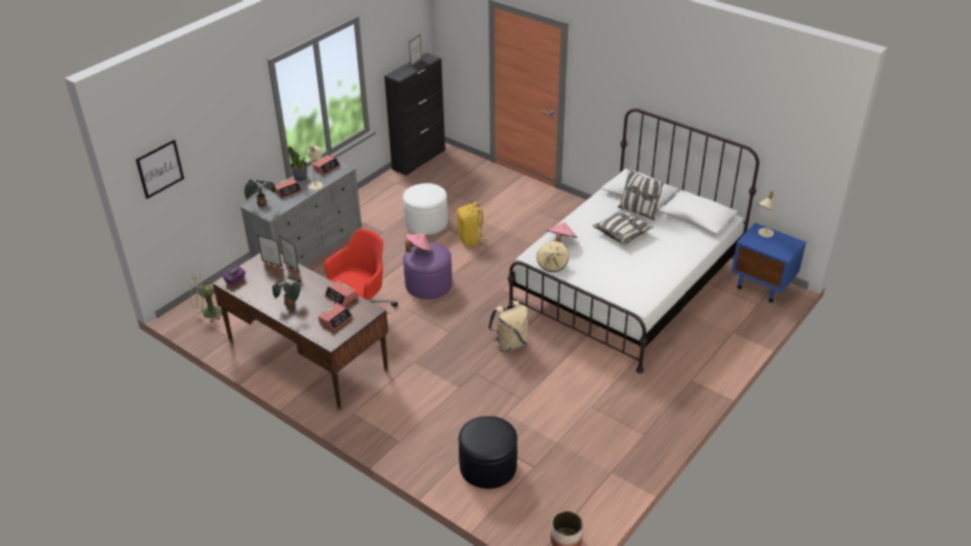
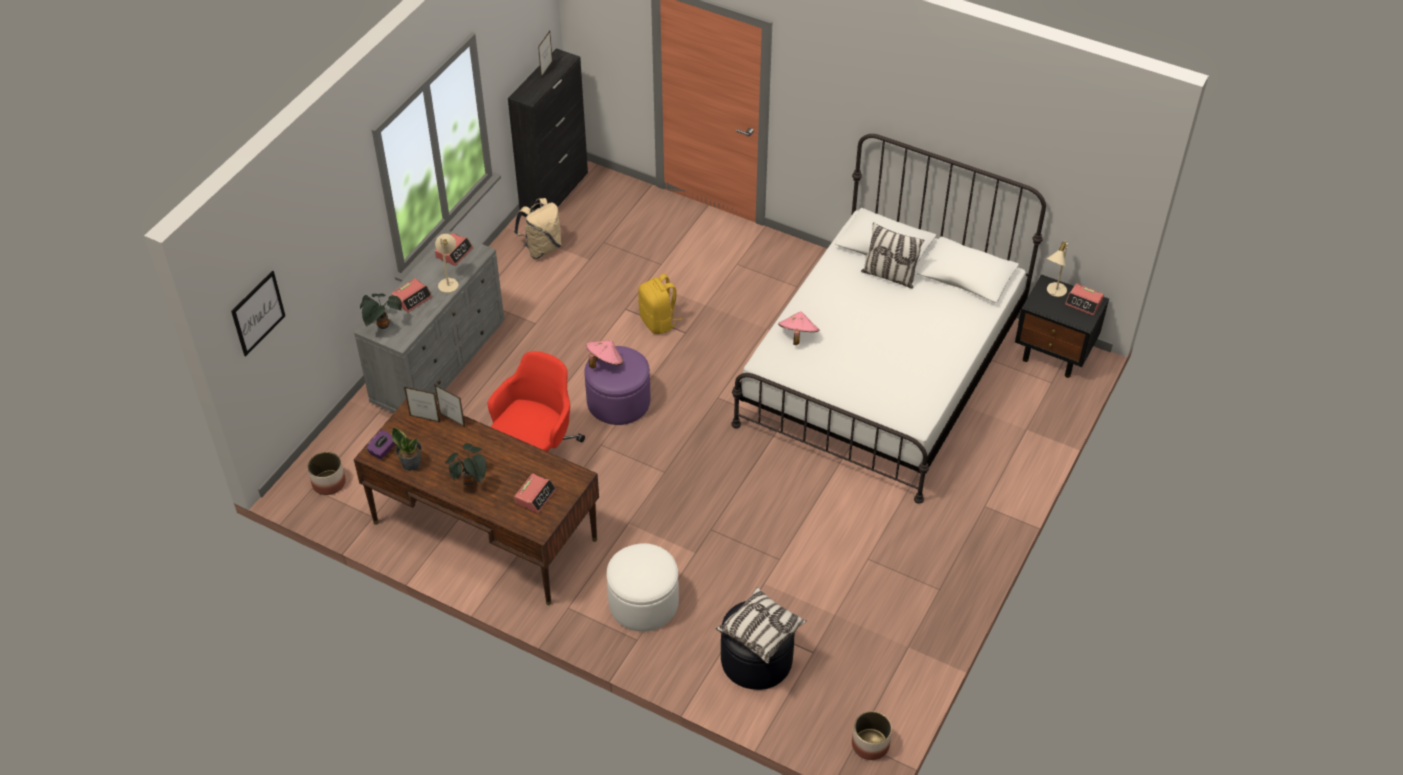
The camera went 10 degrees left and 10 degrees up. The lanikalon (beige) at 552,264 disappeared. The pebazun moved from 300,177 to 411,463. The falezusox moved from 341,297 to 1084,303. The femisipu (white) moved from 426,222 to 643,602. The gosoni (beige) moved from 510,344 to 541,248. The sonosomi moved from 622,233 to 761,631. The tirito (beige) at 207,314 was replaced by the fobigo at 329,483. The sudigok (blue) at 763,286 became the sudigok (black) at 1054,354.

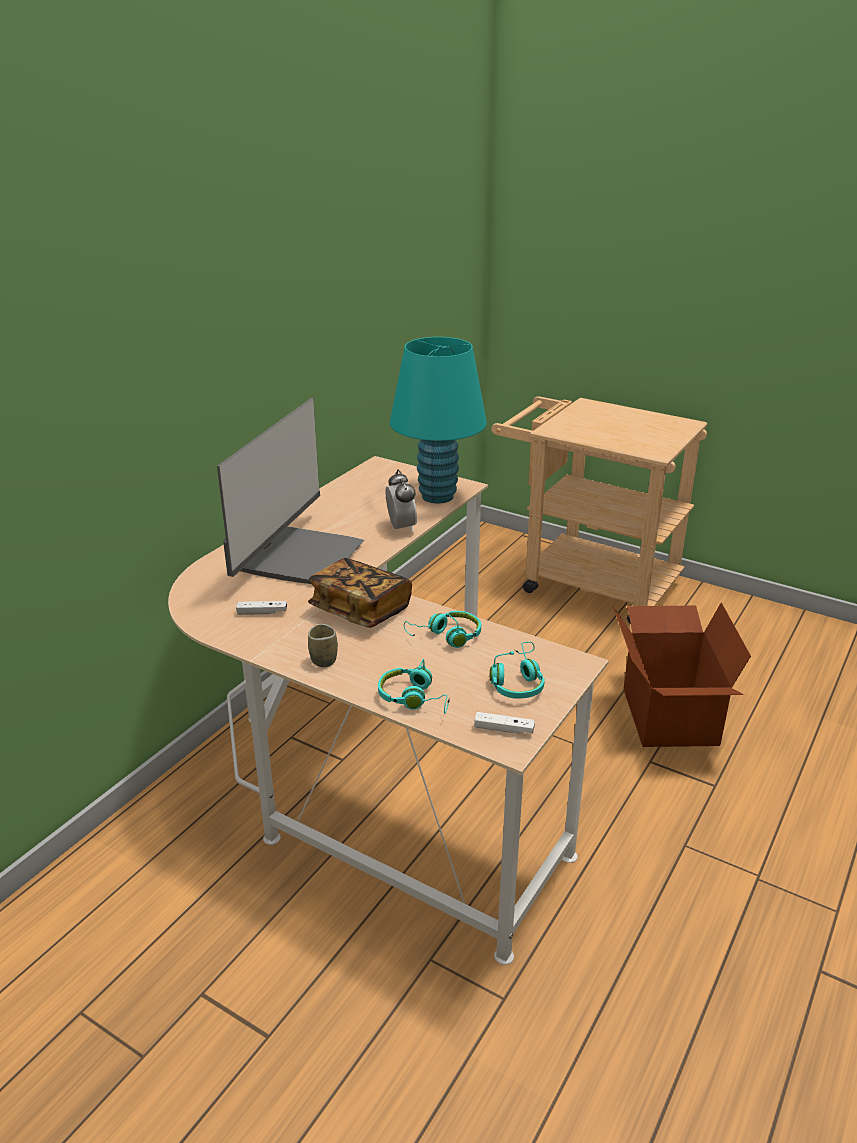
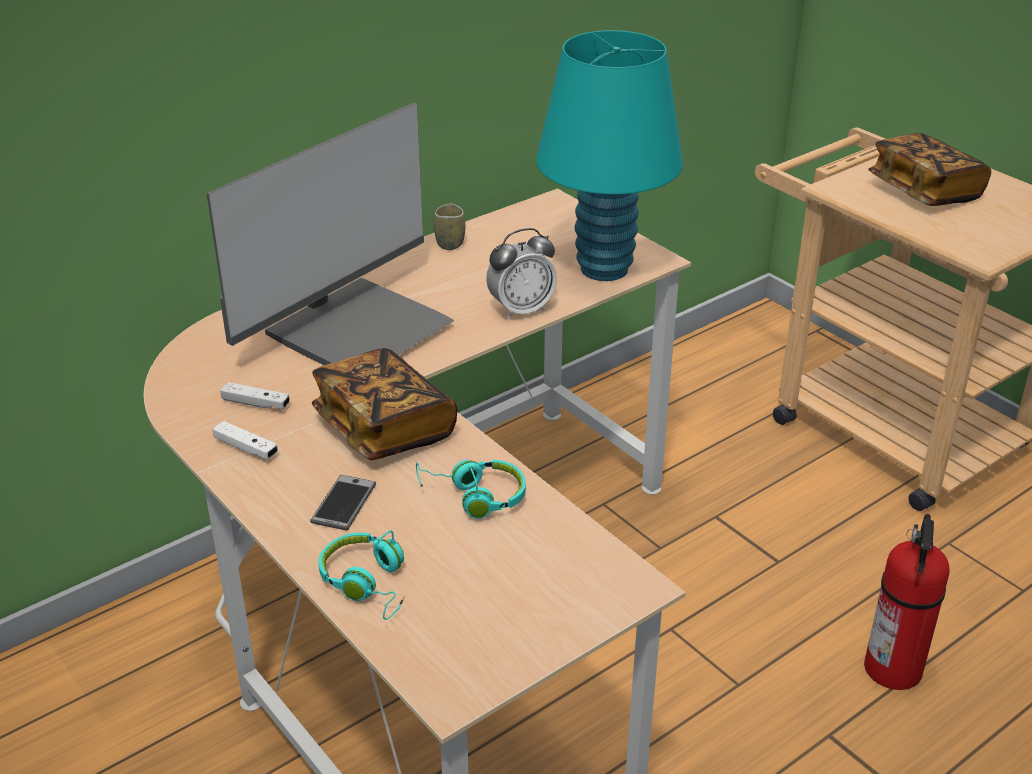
The camera went 20 degrees right and 5 degrees up. The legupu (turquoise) at 517,681 disappeared. The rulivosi at 343,503 appeared. The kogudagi at 924,191 appeared. The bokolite moved from 323,660 to 450,244. The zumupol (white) moved from 504,729 to 246,448. The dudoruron at 667,716 was replaced by the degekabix at 894,670. The falezusox at 401,527 turned 60 degrees clockwise.

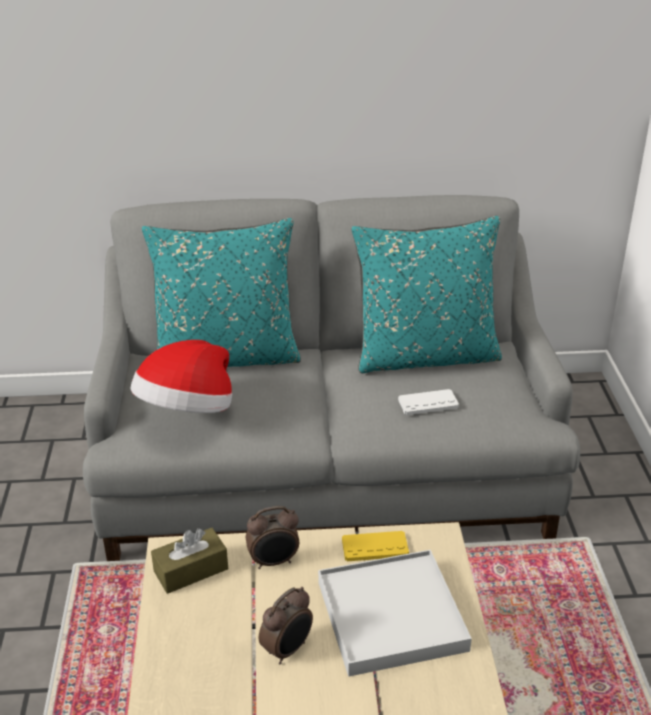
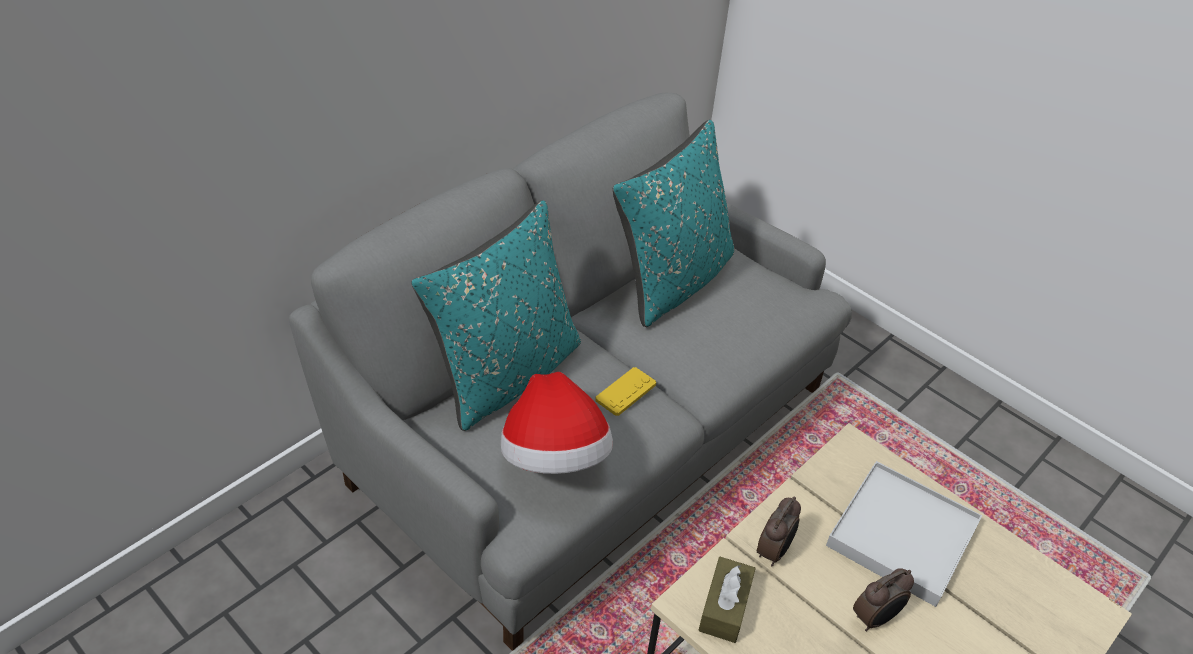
The camera went 45 degrees left and 10 degrees up. The zumupol (white) at 428,403 disappeared. The zumupol (yellow) moved from 375,547 to 625,392. The falezusox at 288,650 turned 60 degrees clockwise.

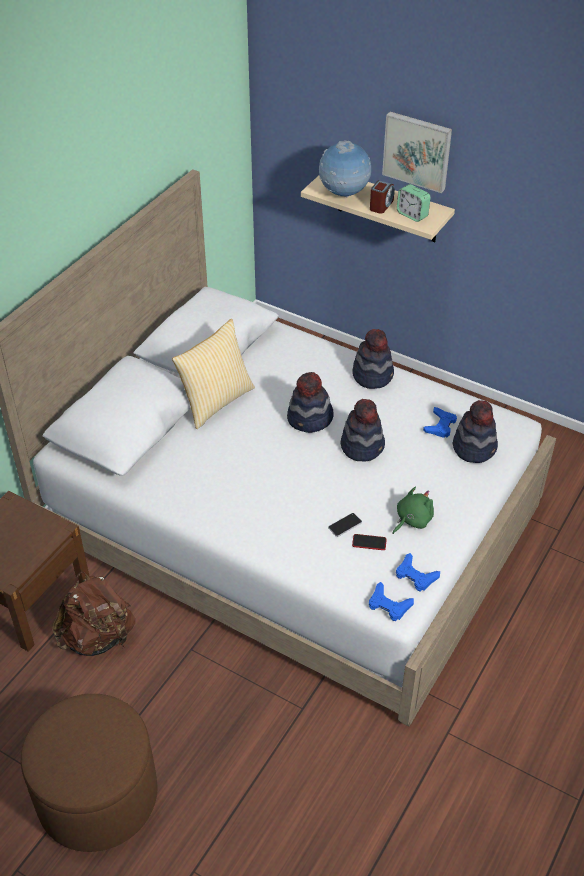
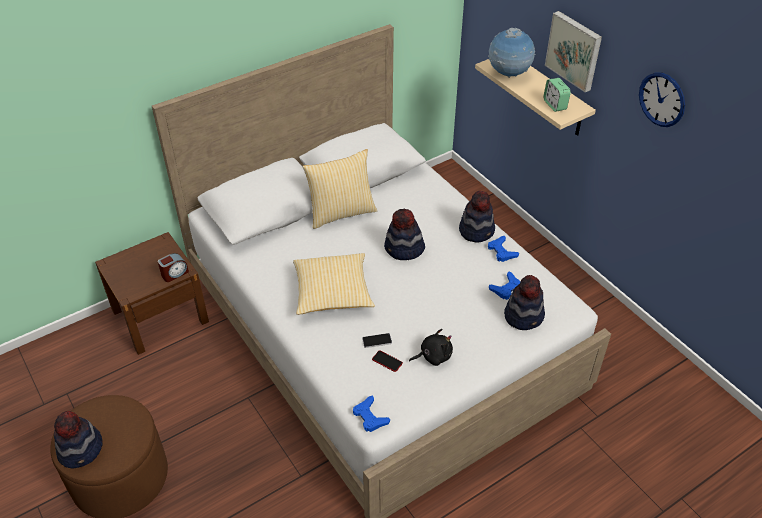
The camera went 25 degrees right and 0 degrees up. The gosoni (brown) at 98,638 disappeared. The sonosomi at 332,293 appeared. The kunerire at 662,99 appeared. The lanikalon moved from 362,446 to 81,450. The falezusox moved from 381,205 to 174,274. The zumupol (blue) moved from 415,576 to 501,251. The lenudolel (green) at 412,520 became the lenudolel (black) at 433,356.

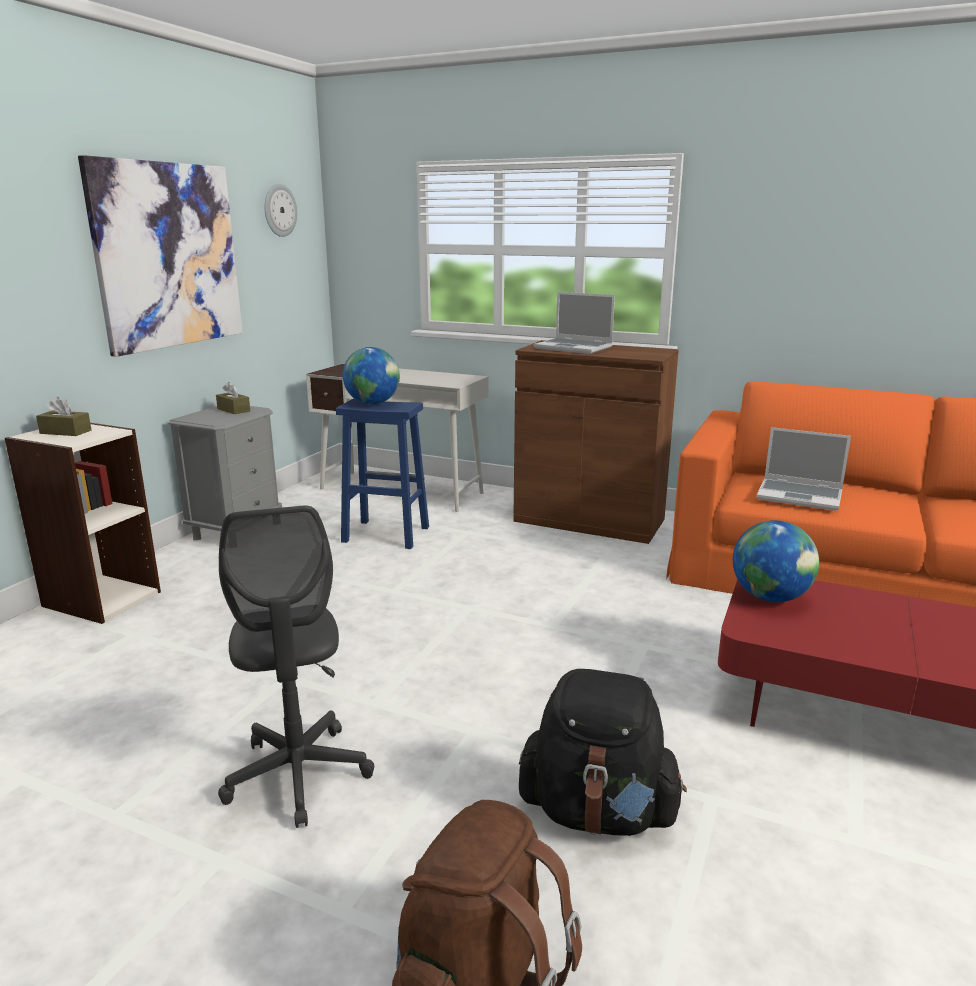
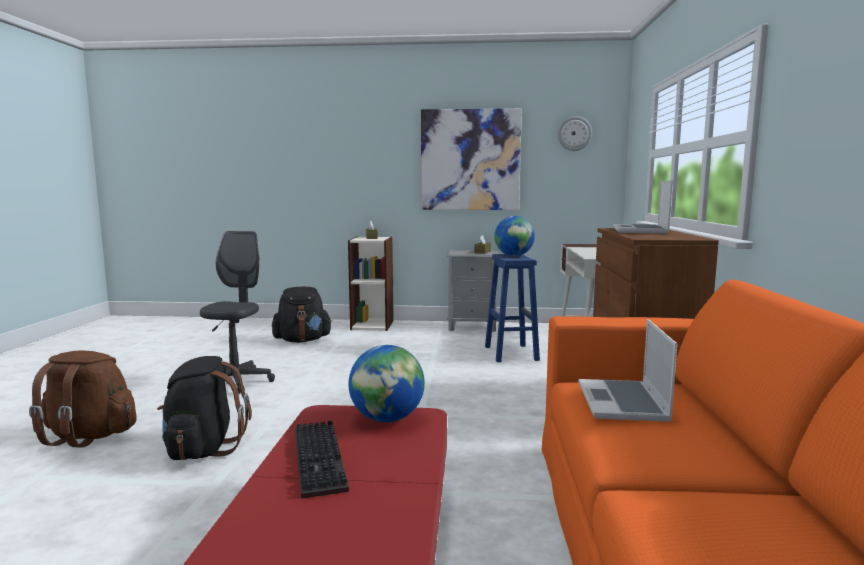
The camera went 70 degrees right and 10 degrees down. The gosoni (black) at 302,340 appeared. The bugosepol at 322,460 appeared. The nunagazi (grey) at 298,775 turned 135 degrees clockwise.

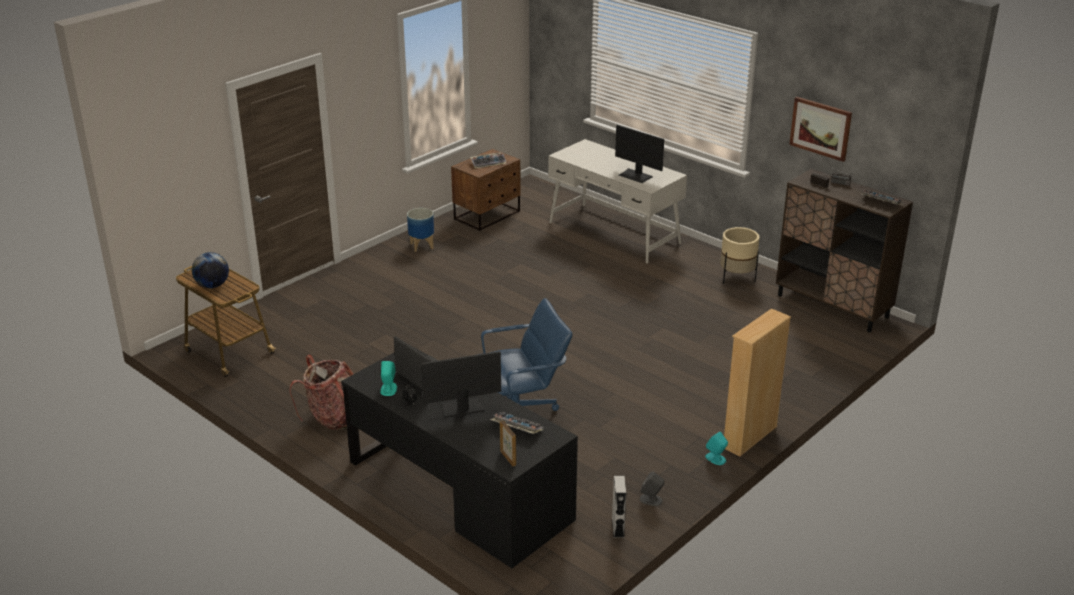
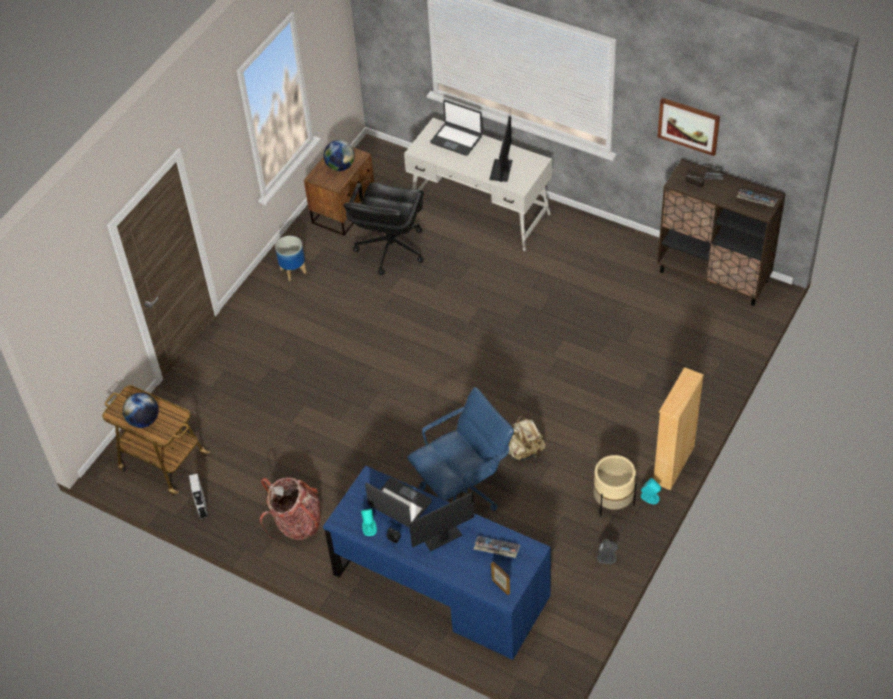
The camera went 10 degrees left and 20 degrees up. The nunagazi (black) at 390,249 appeared. The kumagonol at 456,139 appeared. The gosoni (beige) at 523,451 appeared. The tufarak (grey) moved from 618,528 to 202,509. The fobigo (beige) moved from 737,278 to 613,502. The bugosepol at 488,163 was replaced by the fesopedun at 340,166. The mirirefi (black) at 459,491 became the mirirefi (blue) at 440,585. The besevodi at 635,176 turned 75 degrees clockwise.

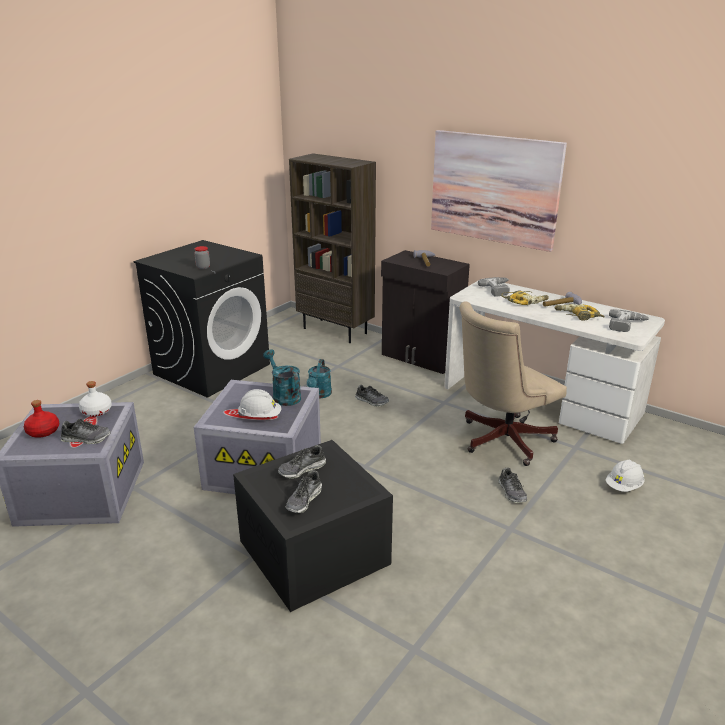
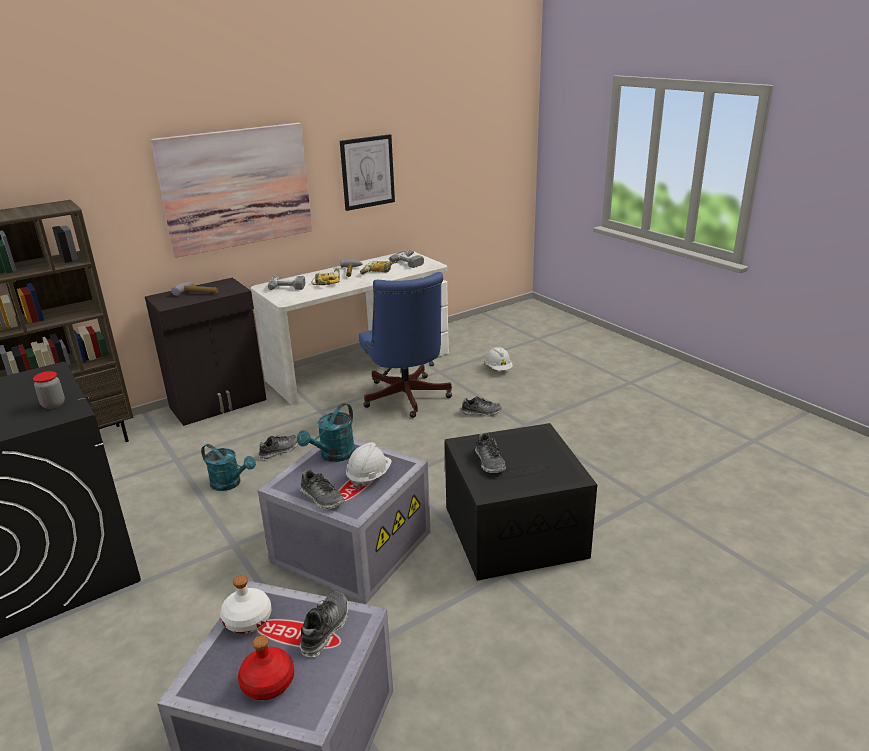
The camera went 70 degrees left and 0 degrees up. The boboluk at 367,172 appeared. The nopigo moved from 304,500 to 322,498. The nunagazi (beige) at 500,440 became the nunagazi (blue) at 406,399. The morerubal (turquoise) at 284,396 turned 45 degrees counterclockwise.

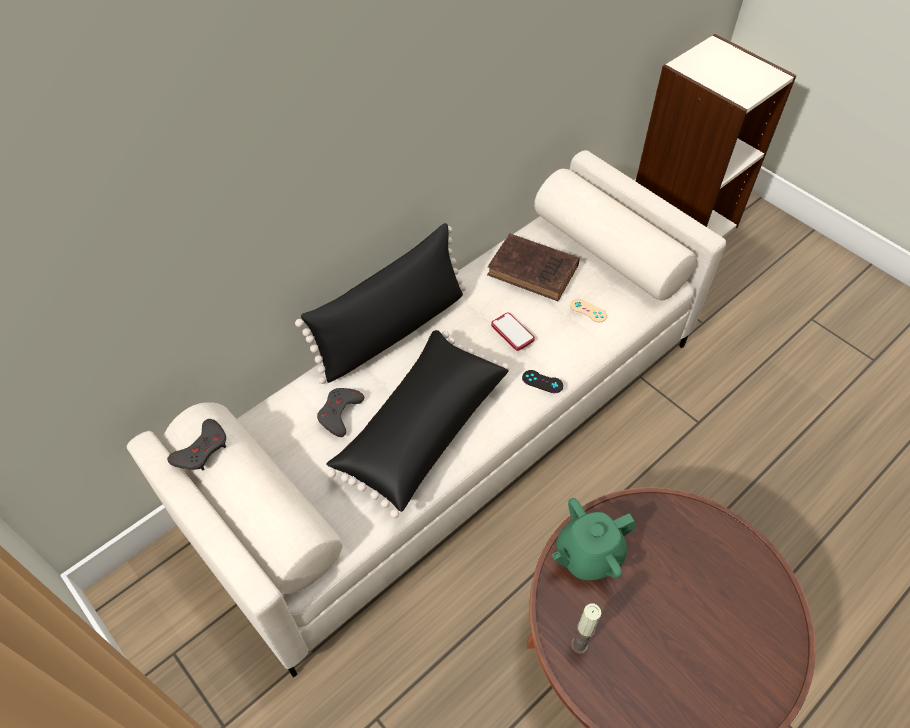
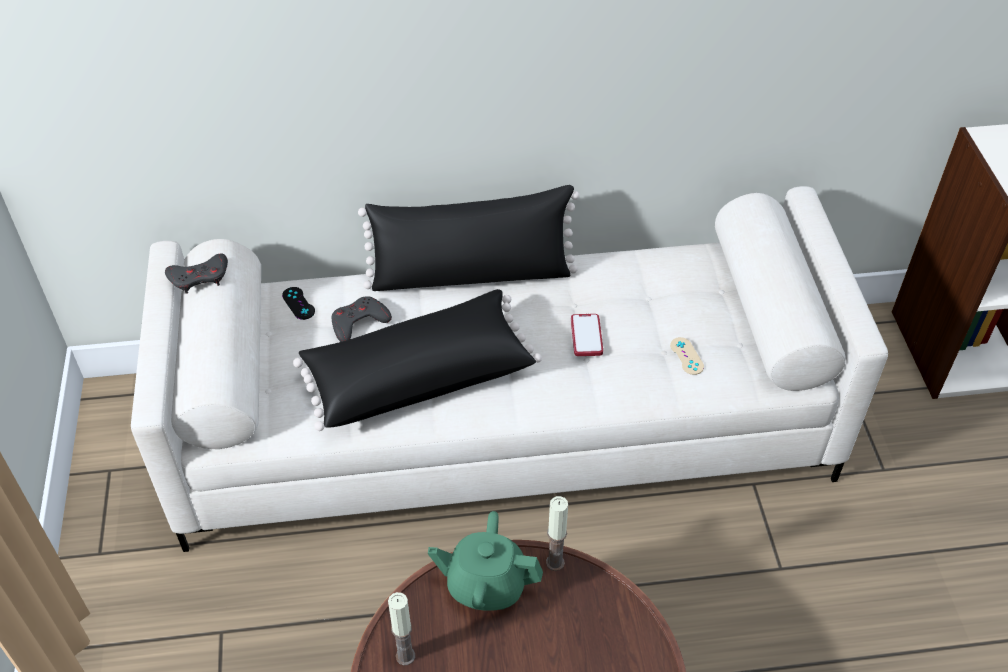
The camera went 35 degrees right and 5 degrees down. The kogudagi (brown) at 535,271 disappeared. The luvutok at 555,562 appeared. The zumupol (black) moved from 542,382 to 298,303.

